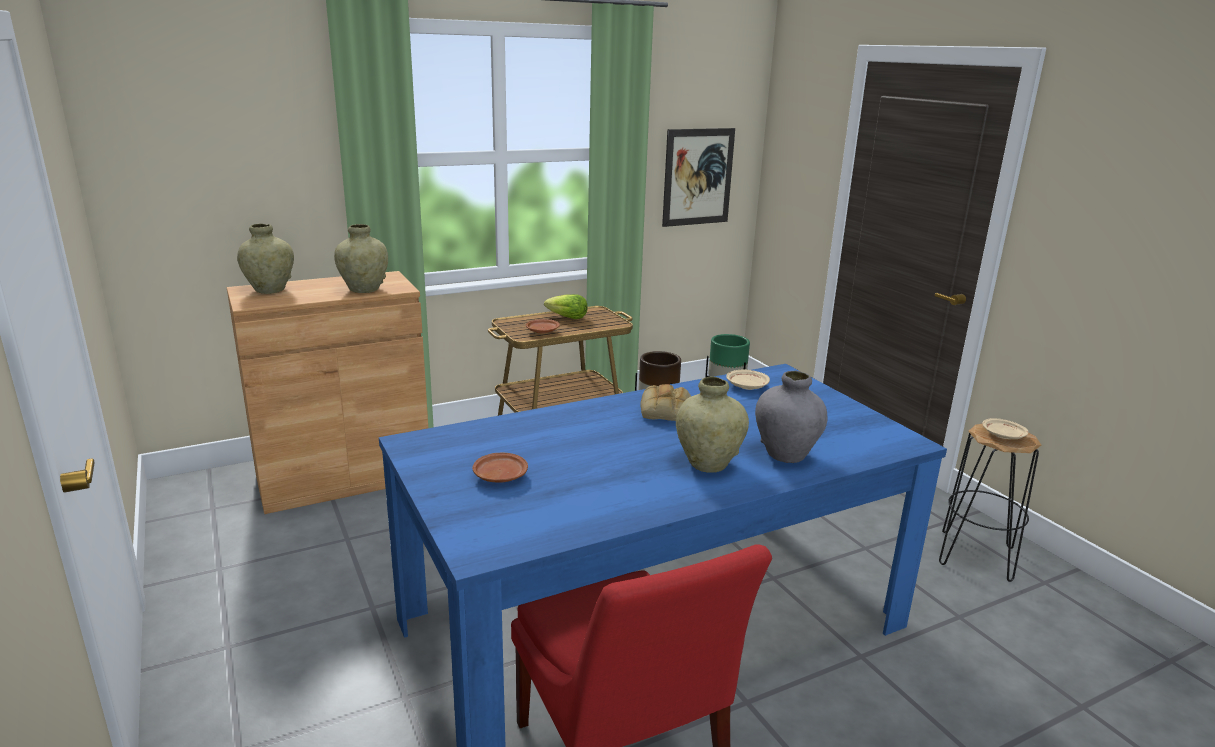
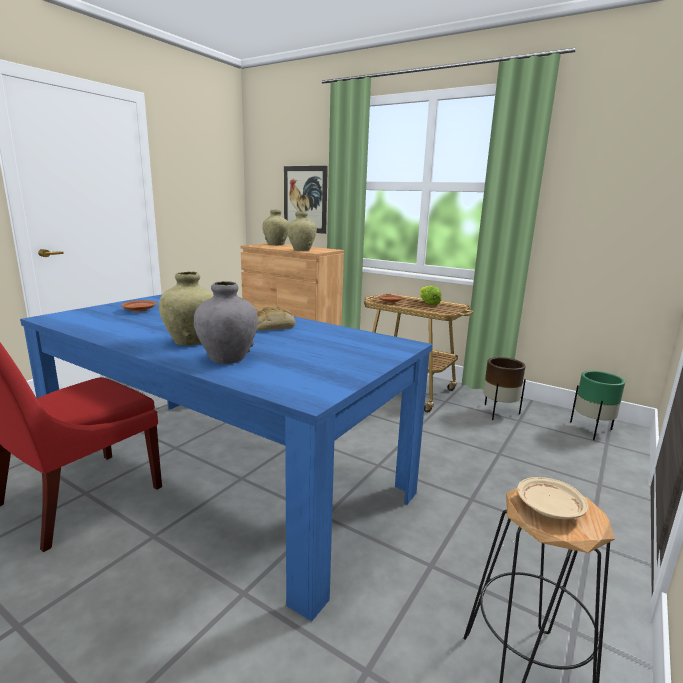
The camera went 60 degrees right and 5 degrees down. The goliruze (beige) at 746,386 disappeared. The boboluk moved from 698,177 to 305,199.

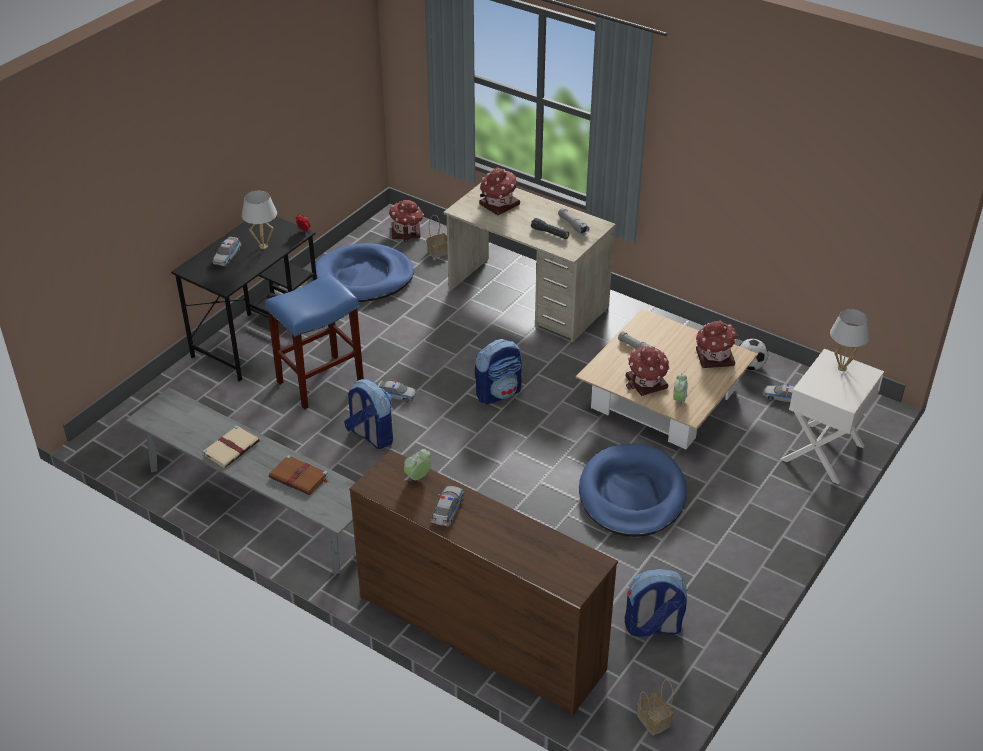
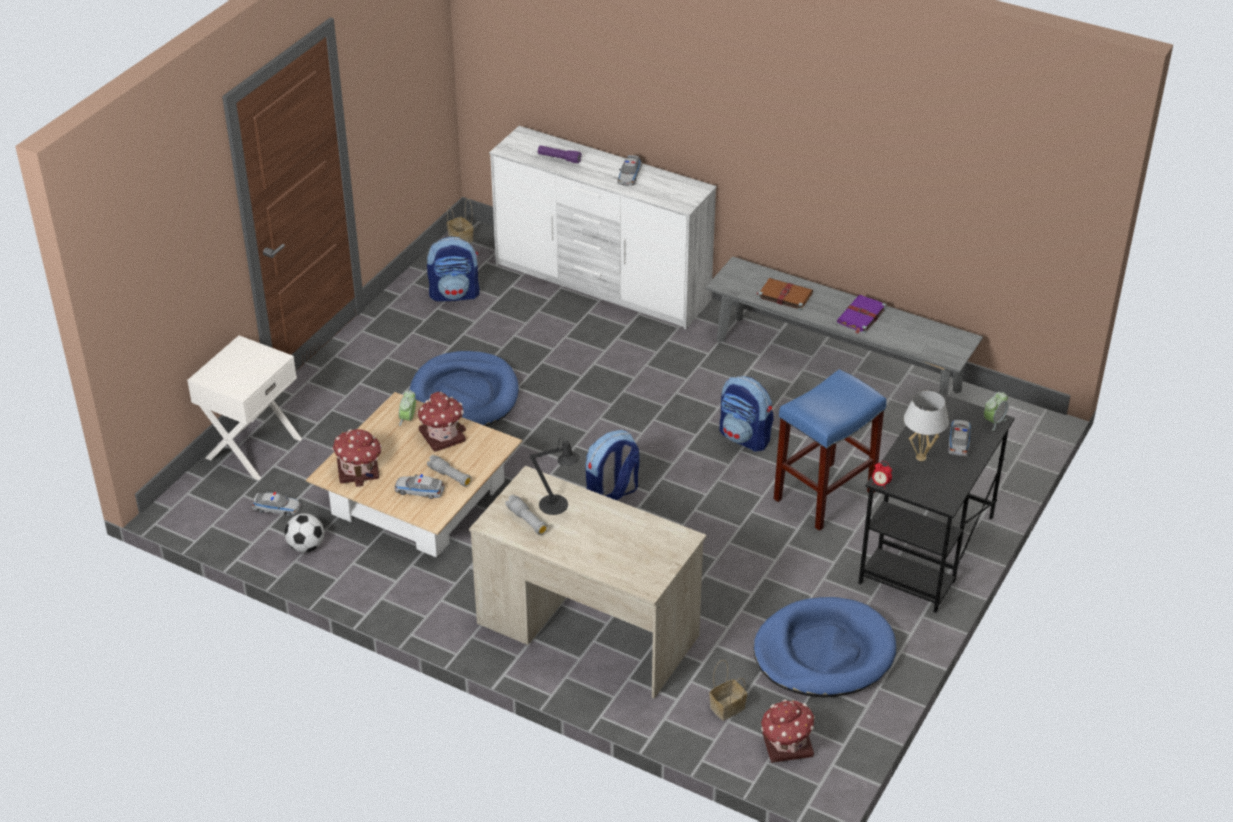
The camera went 175 degrees right and 0 degrees up. The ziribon at 498,205 disappeared. The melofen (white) at 842,368 disappeared. The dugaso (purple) at 559,158 appeared. The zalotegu moved from 396,395 to 419,491. The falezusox moved from 417,477 to 994,421. The dugaso (black) at 550,233 was replaced by the melofen (black) at 557,506. The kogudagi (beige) at 232,448 became the kogudagi (purple) at 861,316. The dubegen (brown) at 480,632 became the dubegen (white) at 602,283.

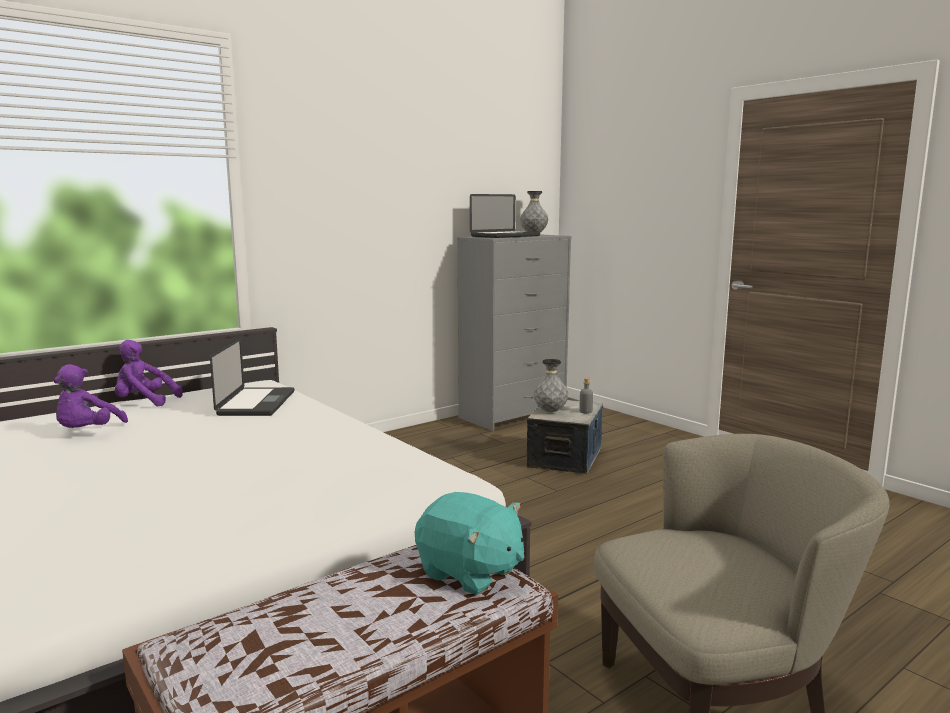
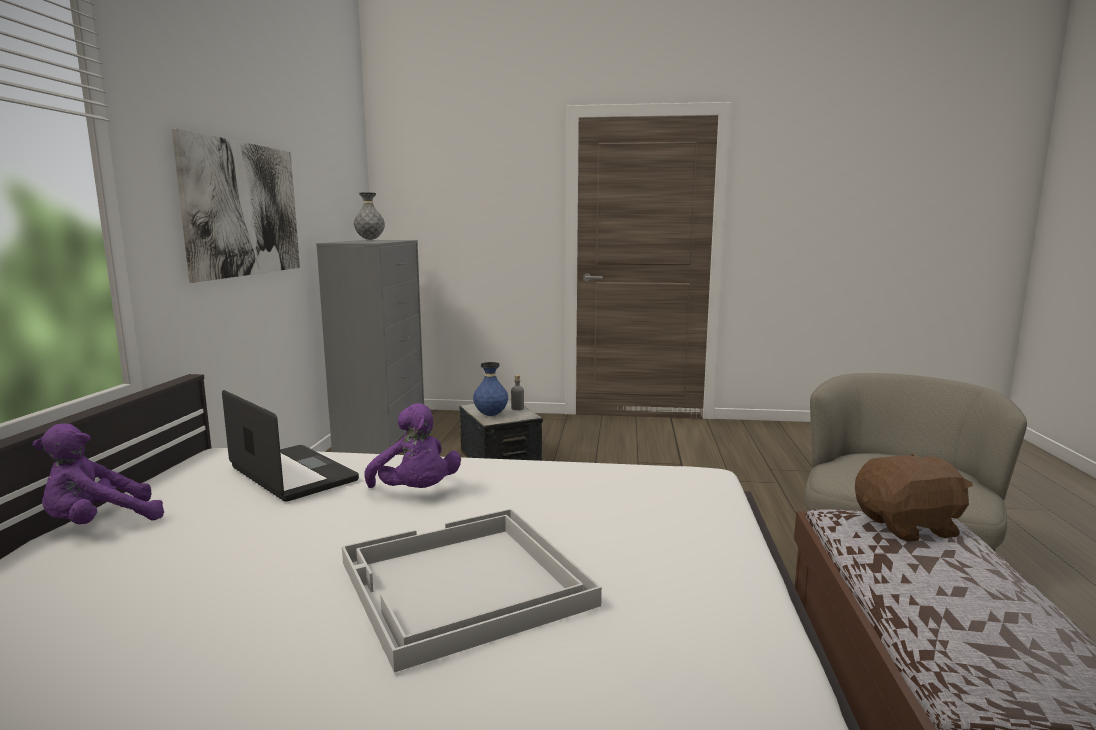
The camera went 45 degrees left and 0 degrees up. The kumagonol at 505,236 disappeared. The boboluk at 243,209 appeared. The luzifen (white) at 463,585 appeared. The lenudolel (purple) moved from 87,433 to 416,493. The lenudolel (turquoise) at 470,573 became the lenudolel (brown) at 908,527. The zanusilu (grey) at 550,411 became the zanusilu (blue) at 491,415.

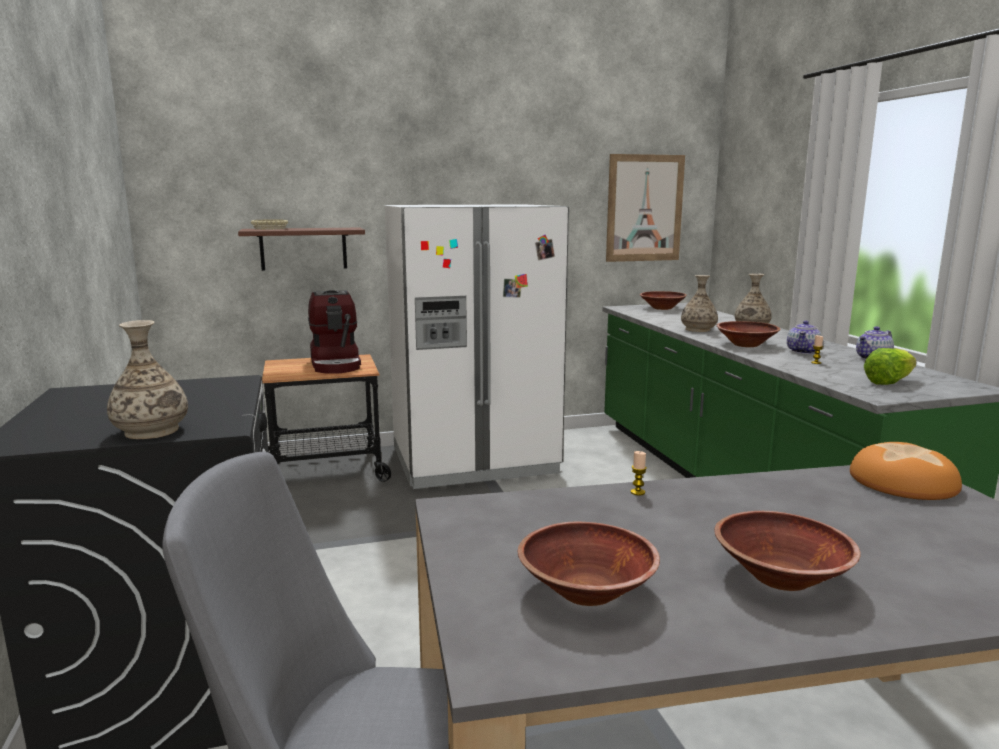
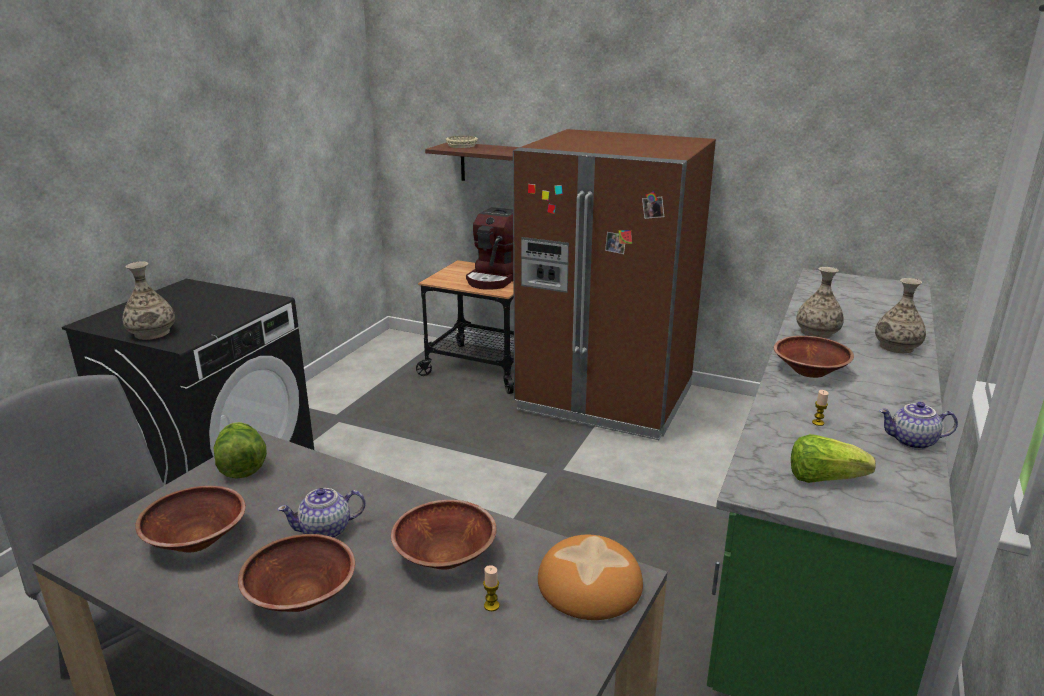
The camera went 40 degrees right and 10 degrees up. The boboluk at 644,208 disappeared. The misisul at 241,467 appeared. The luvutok moved from 637,492 to 491,605. The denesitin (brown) moved from 662,308 to 445,556. The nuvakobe moved from 803,351 to 326,531. The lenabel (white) at 473,460 became the lenabel (brown) at 605,399.

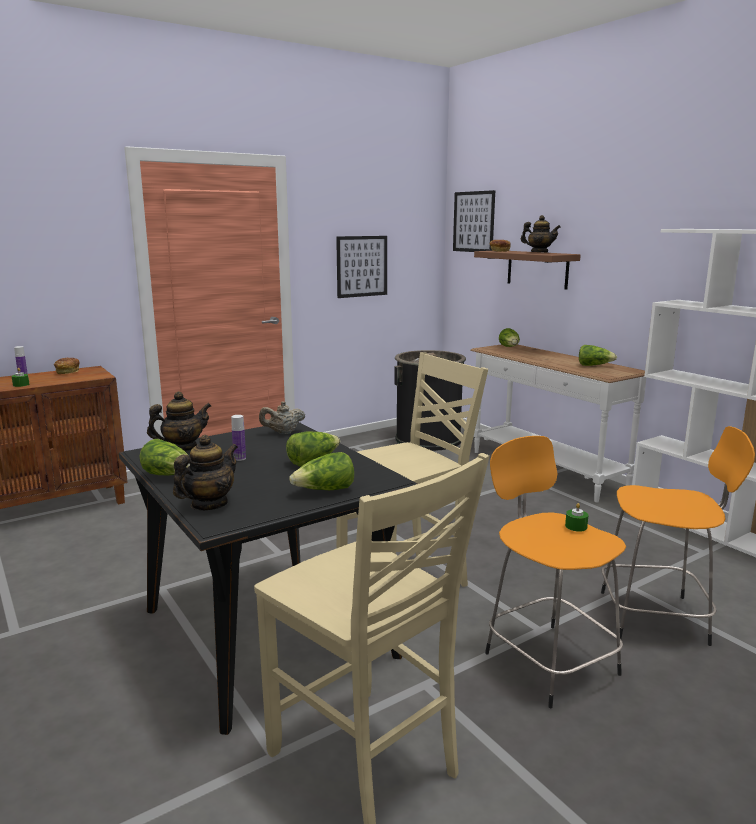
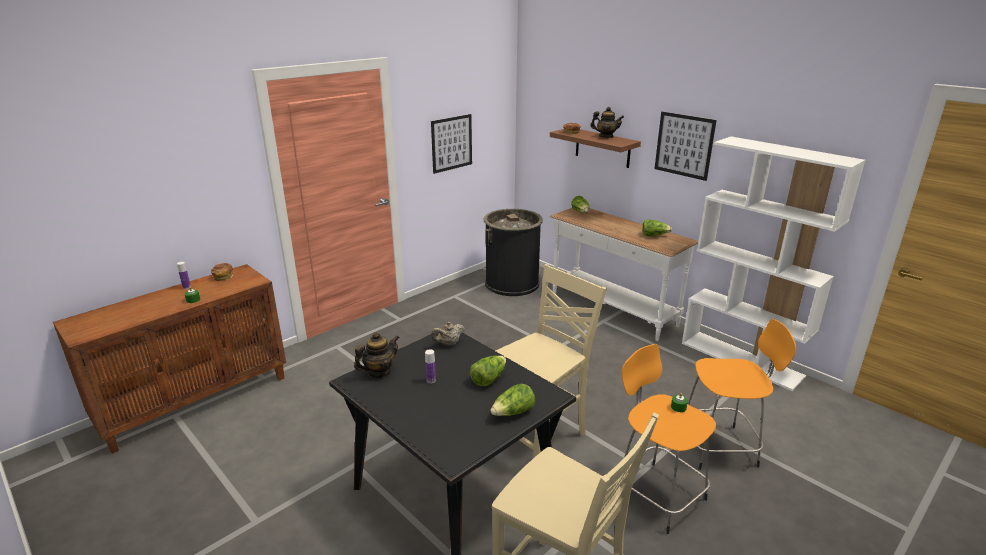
The camera went 10 degrees left and 10 degrees up. The misisul at 169,475 disappeared. The nuvakobe at 209,504 disappeared. The boboluk moved from 473,222 to 684,145.

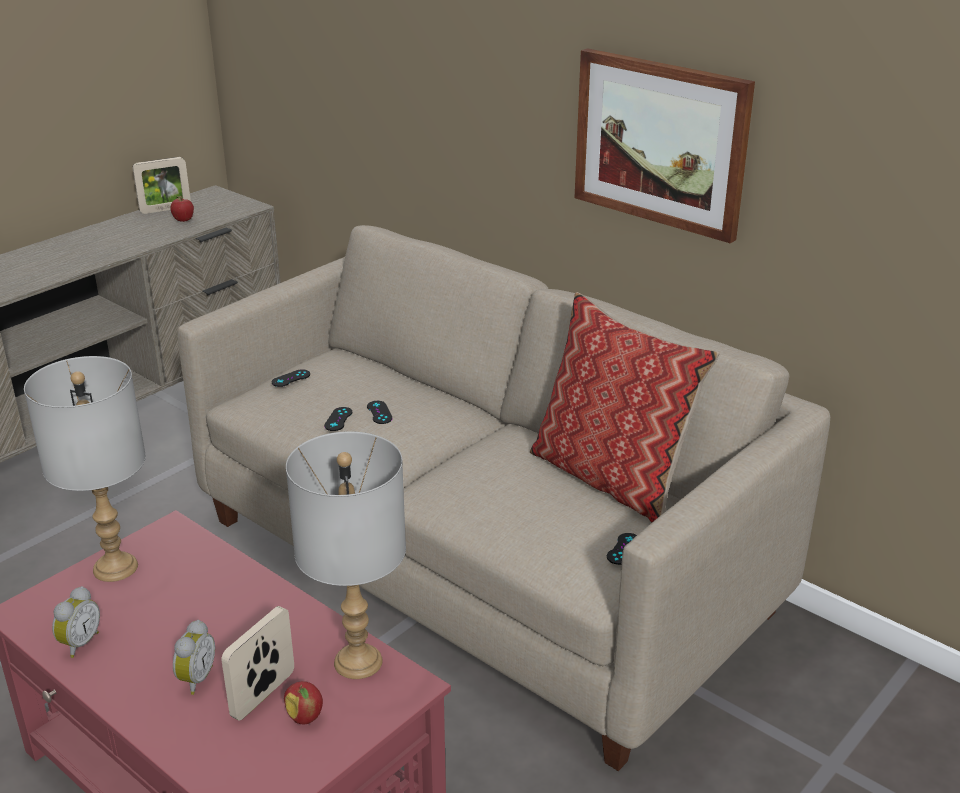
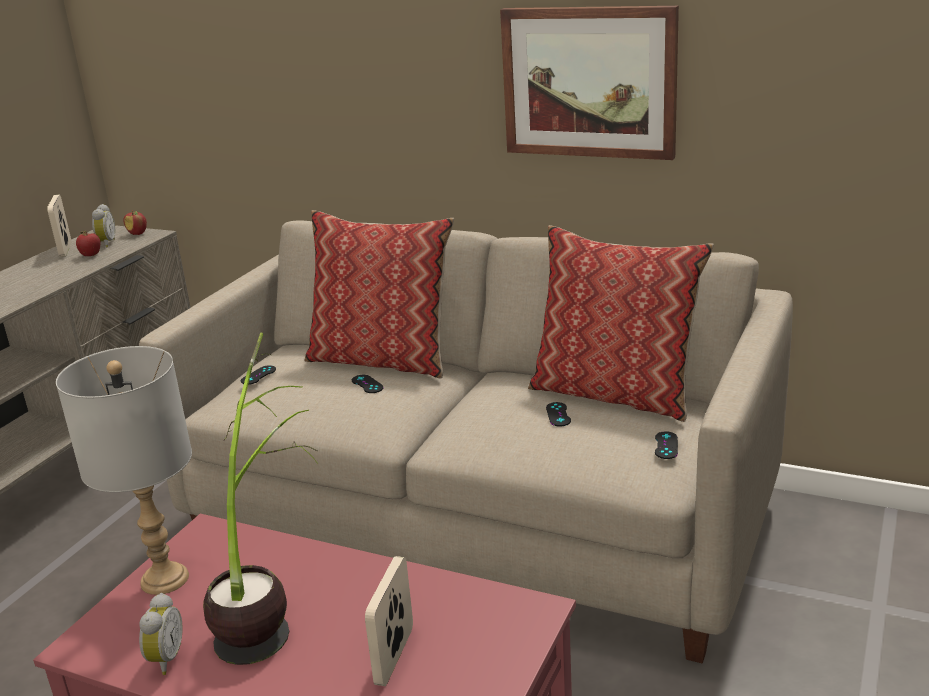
The camera went 15 degrees left and 5 degrees down. The melofen (grey) at 359,661 disappeared. The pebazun at 270,606 appeared. The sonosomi at 383,359 appeared. The falezusox moved from 195,679 to 106,243. The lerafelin moved from 305,717 to 138,233. The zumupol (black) moved from 338,419 to 558,414. The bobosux at 165,209 turned 120 degrees clockwise.

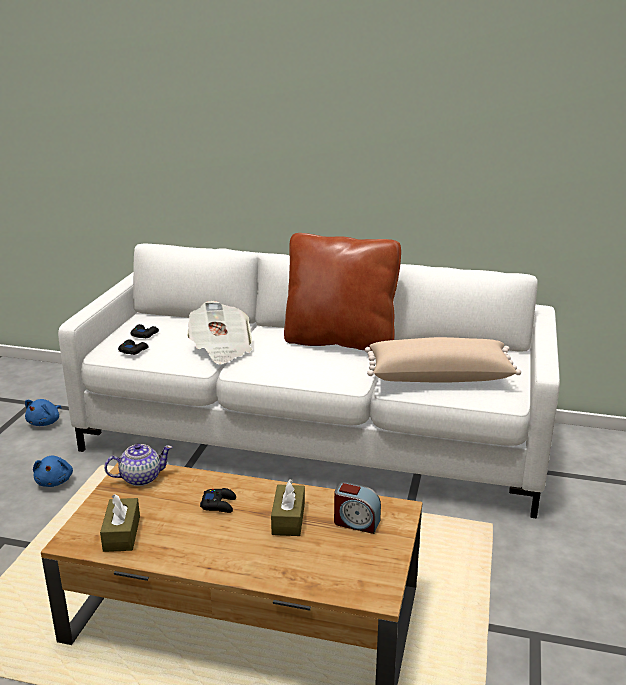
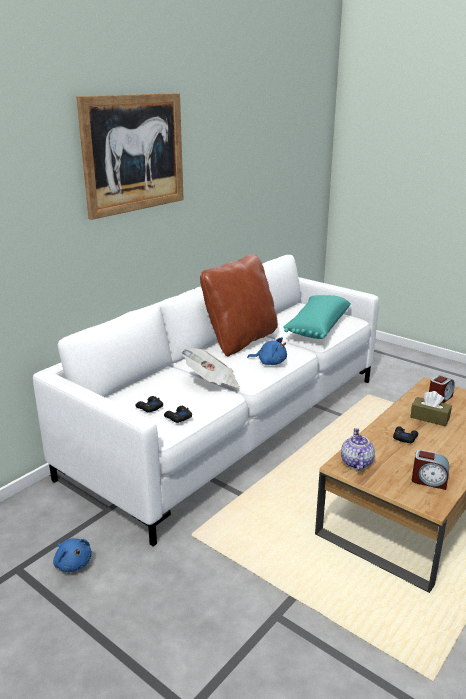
The camera went 65 degrees left and 0 degrees up. The boboluk at 134,153 appeared. The lenudolel (blue) moved from 55,481 to 270,362. The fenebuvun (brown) at 122,533 was replaced by the falezusox at 429,481. The sonosomi (beige) at 439,376 became the sonosomi (turquoise) at 316,327.

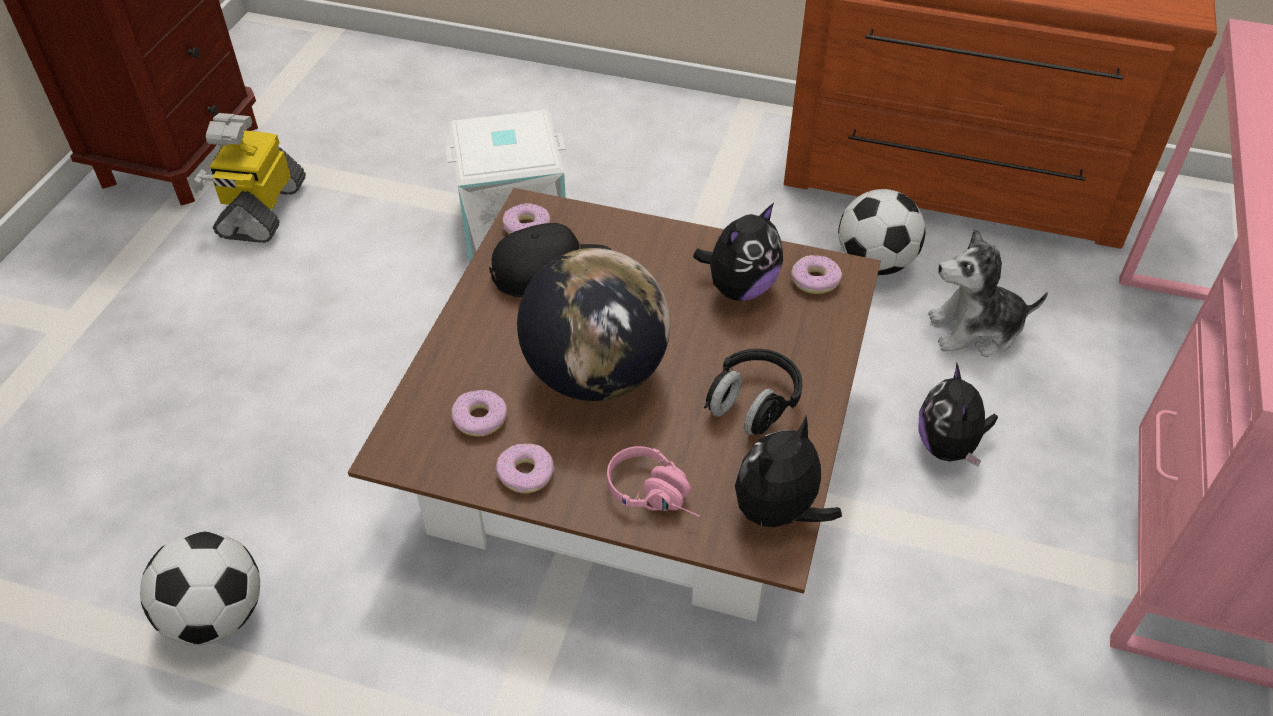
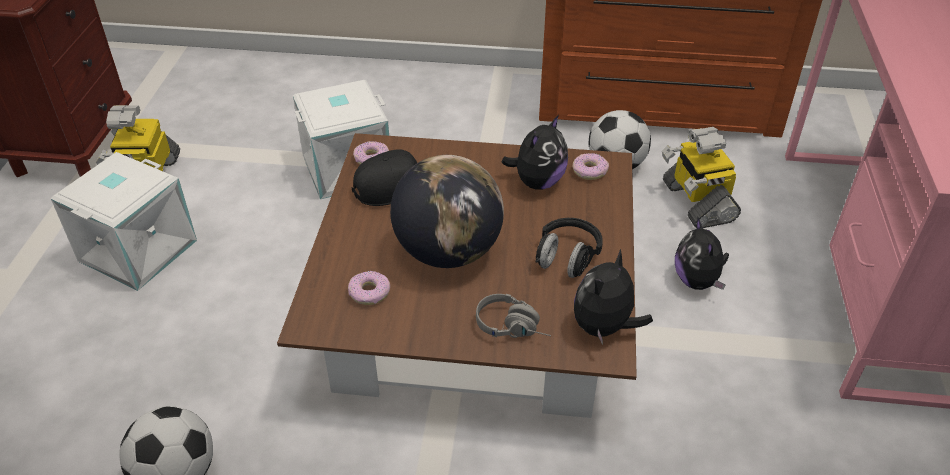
The camera went 10 degrees left and 5 degrees down. The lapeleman at 526,473 disappeared. The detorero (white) at 137,249 appeared. The lenudolel at 975,330 was replaced by the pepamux at 696,202. The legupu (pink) at 657,495 became the legupu (grey) at 514,327.

